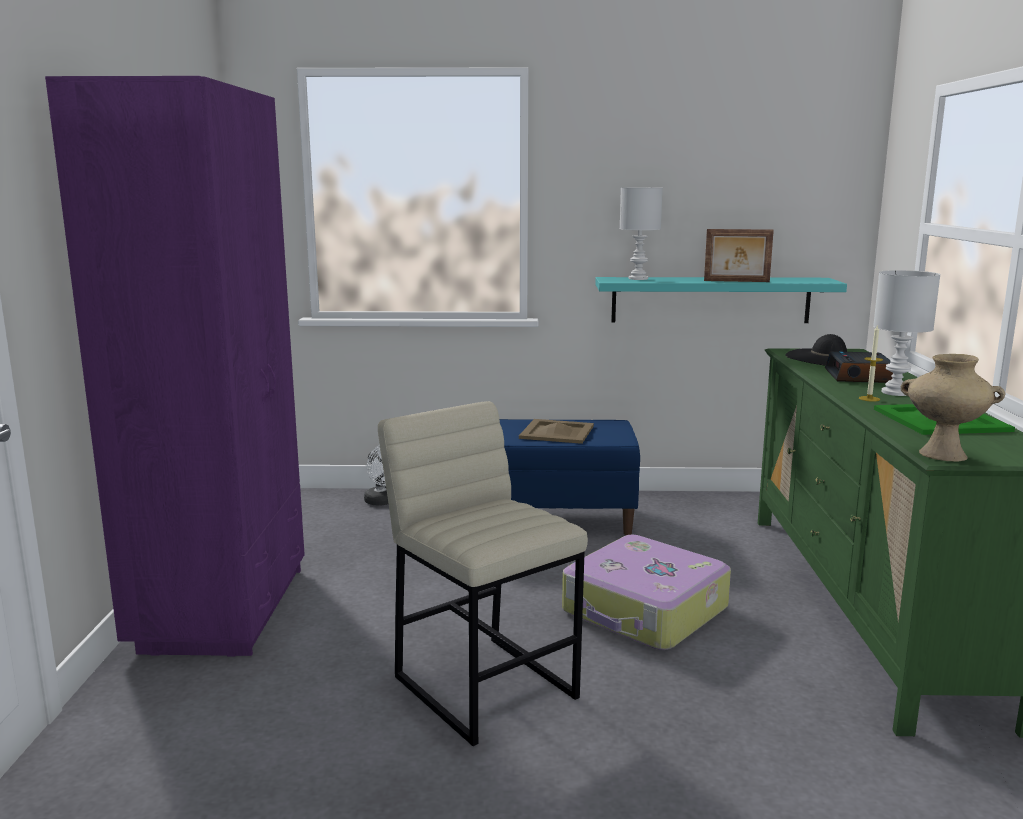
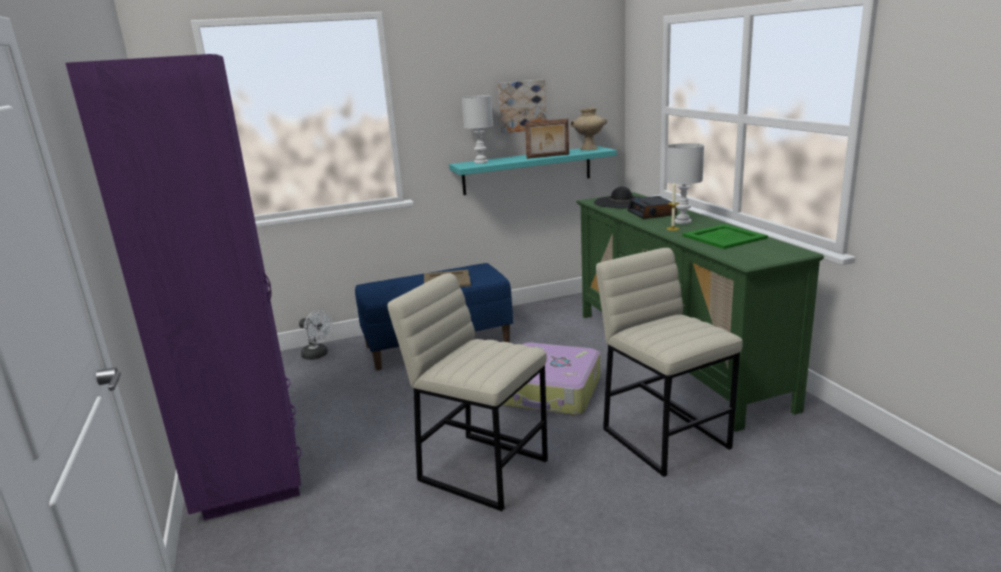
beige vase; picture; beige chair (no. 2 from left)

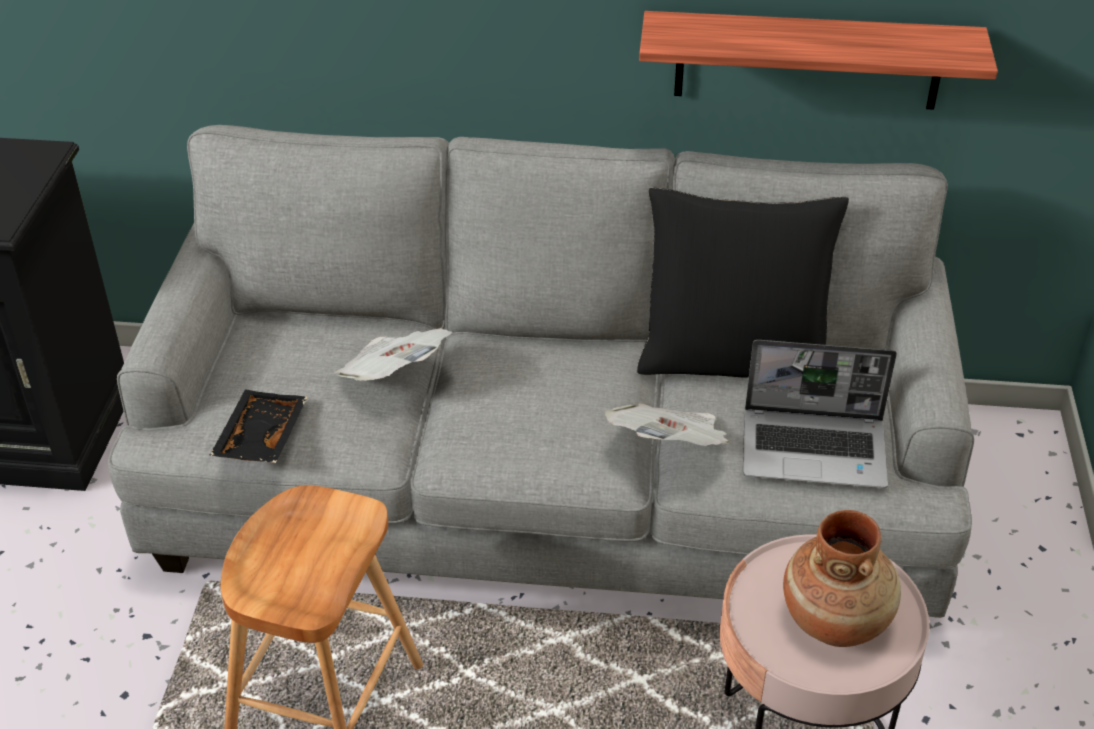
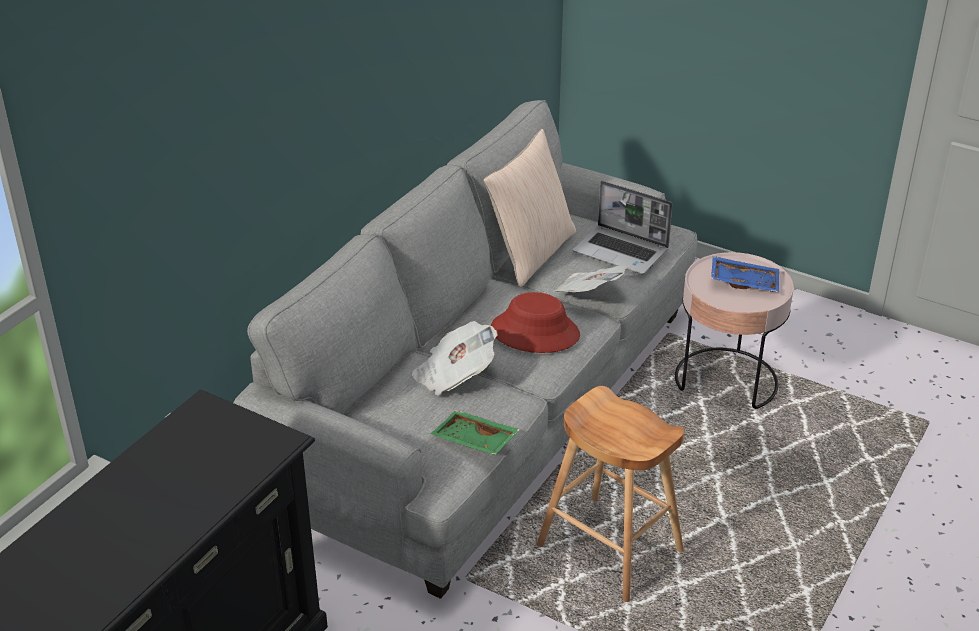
green tray; beige pillow; shelf; laptop; blue tray; red hat

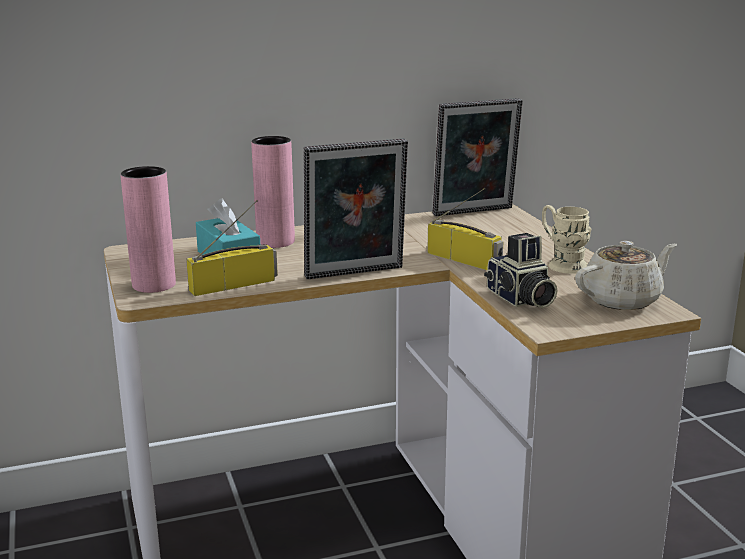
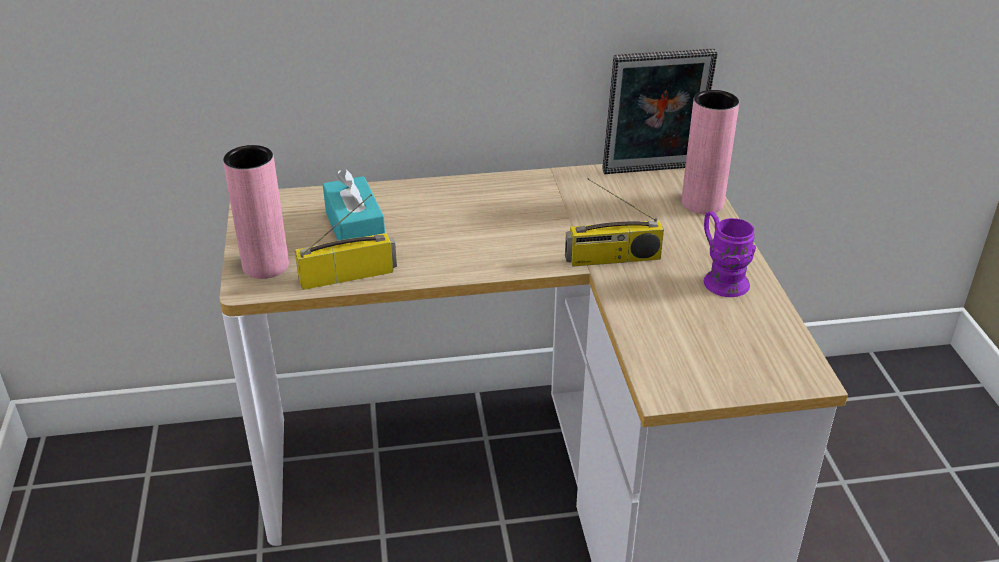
pink vase (no. 2 from left); picture frame (no. 1 from left in the first image); radio (no. 2 from left); photo camera; purple mug; beige teapot

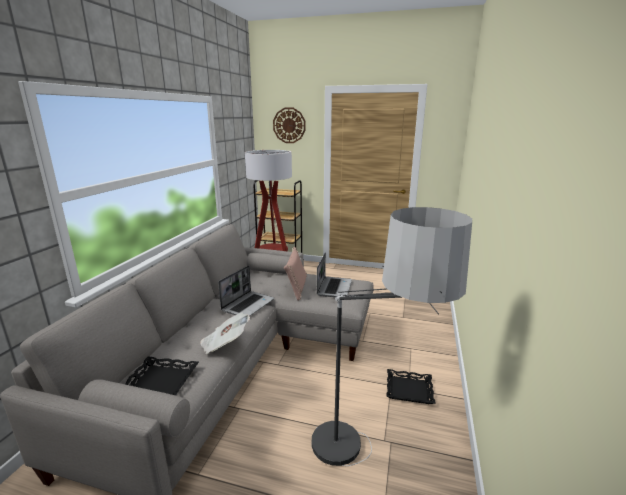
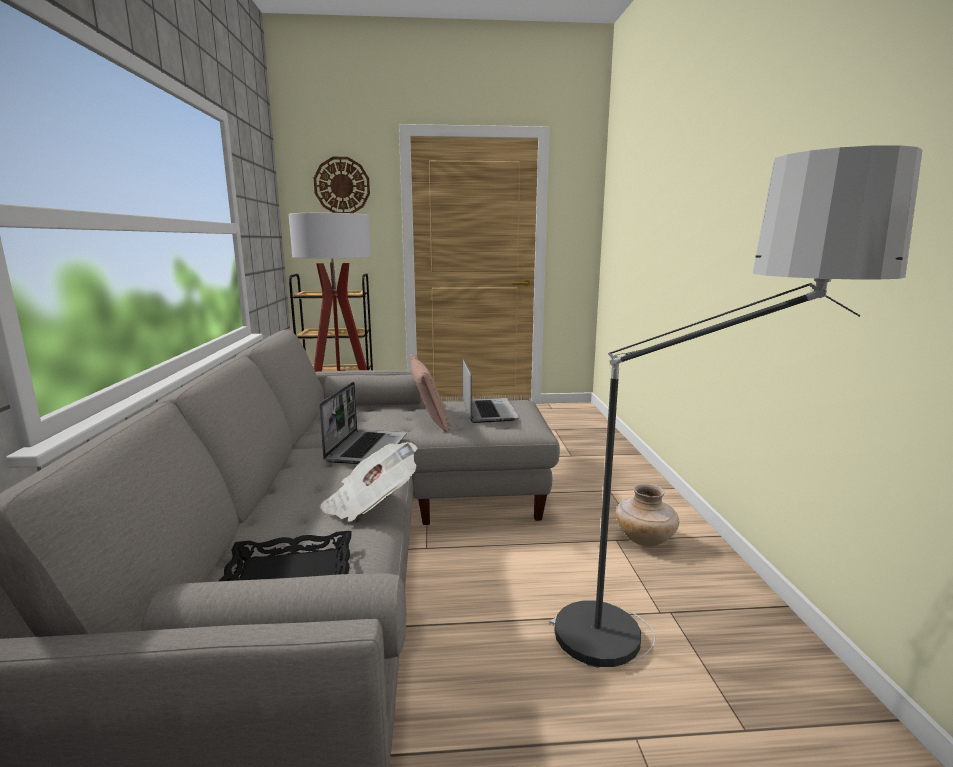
beige vase

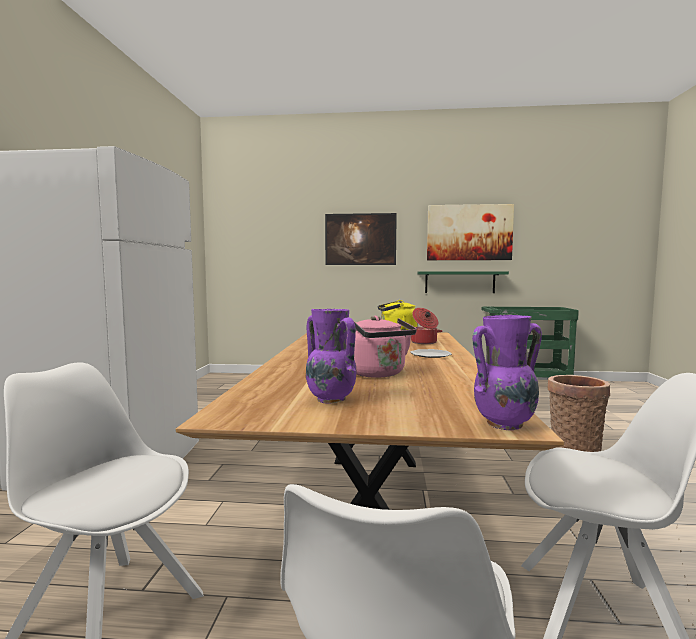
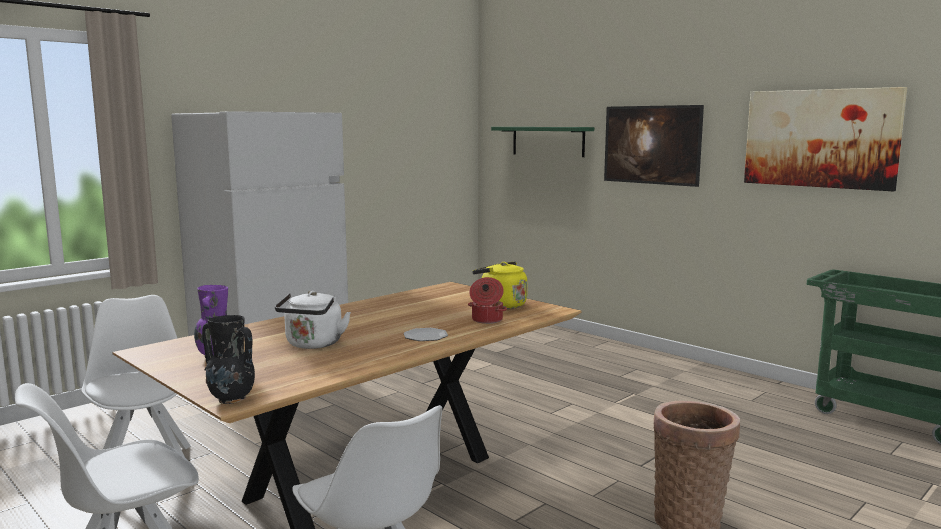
white kettle; green shelf; black vase

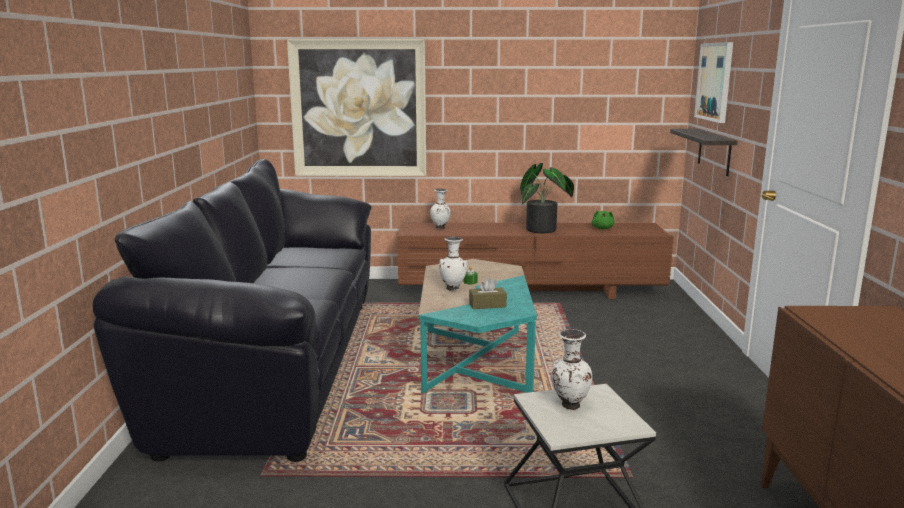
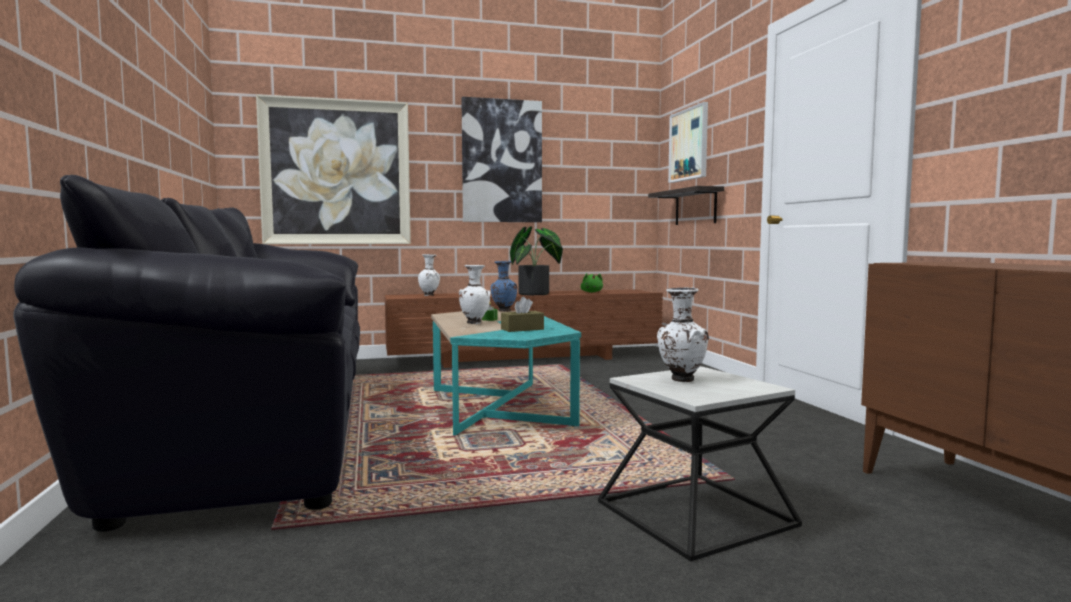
picture (no. 2 from left); blue vase

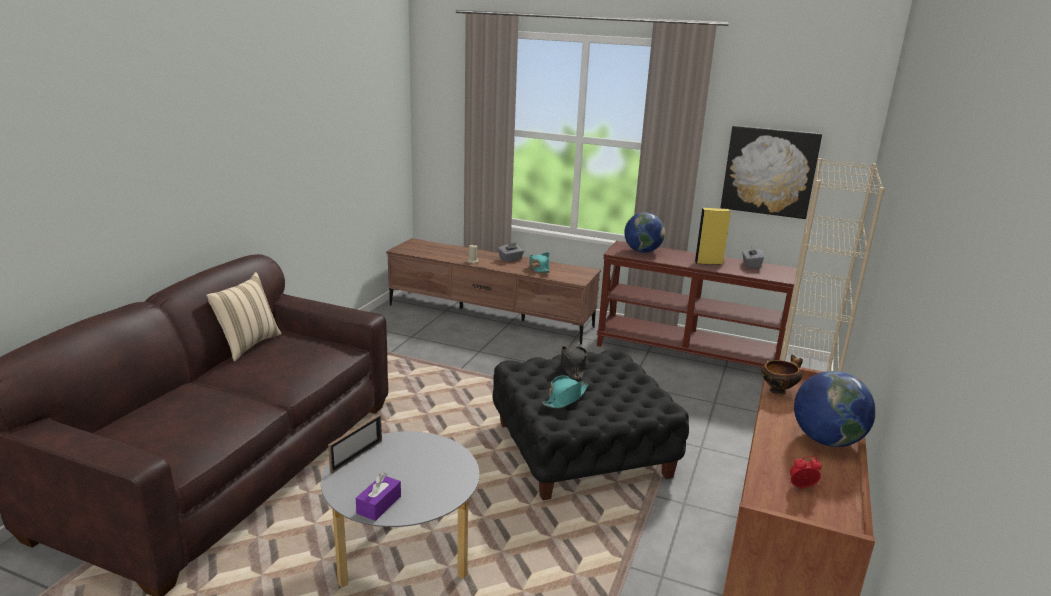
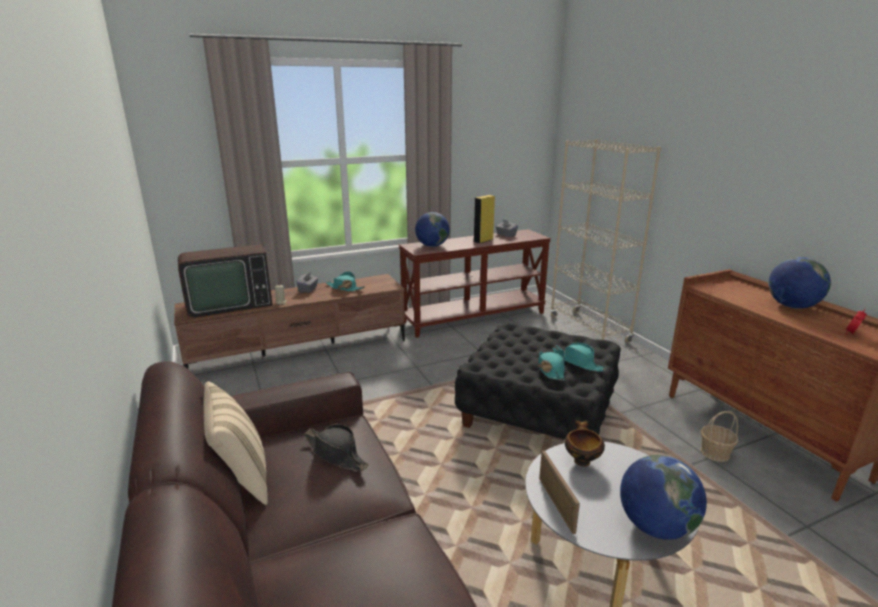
globe (no. 2 from left); black hat; picture; bowl; television; turquoise hat (no. 3 from left); basket

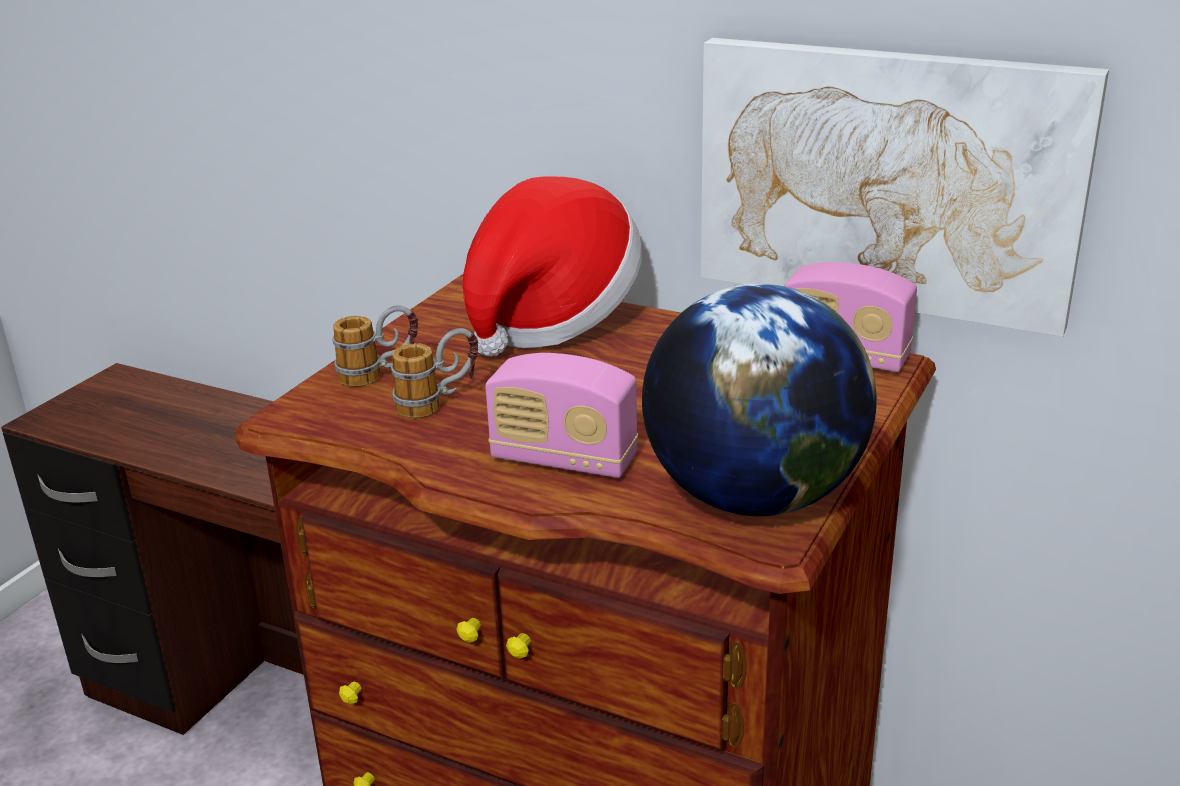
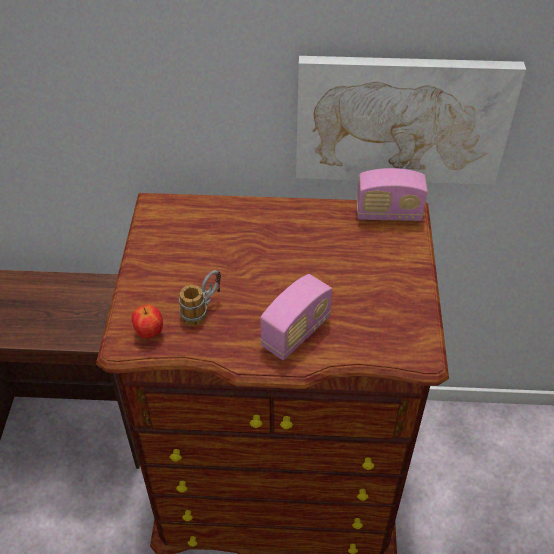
mug (no. 1 from left in the first image); hat; radio (no. 1 from left); globe; apple

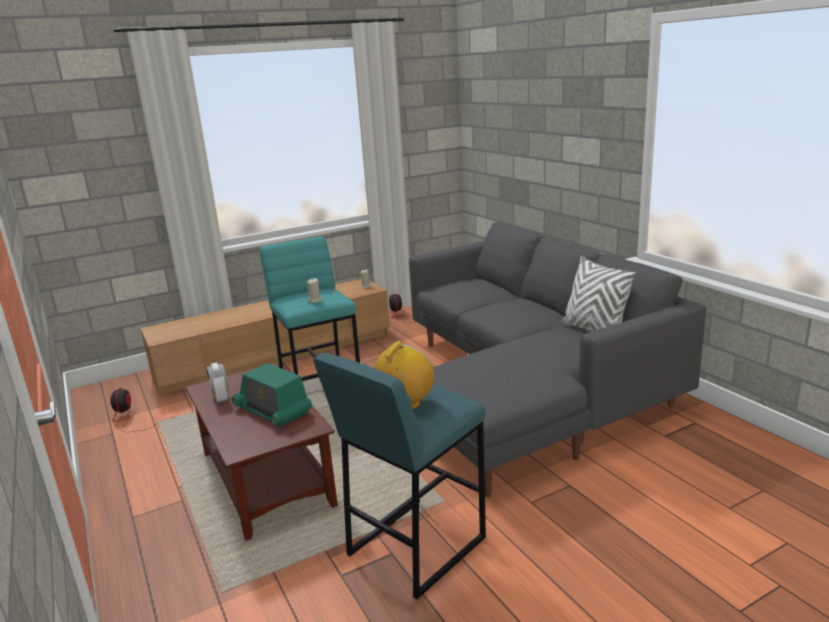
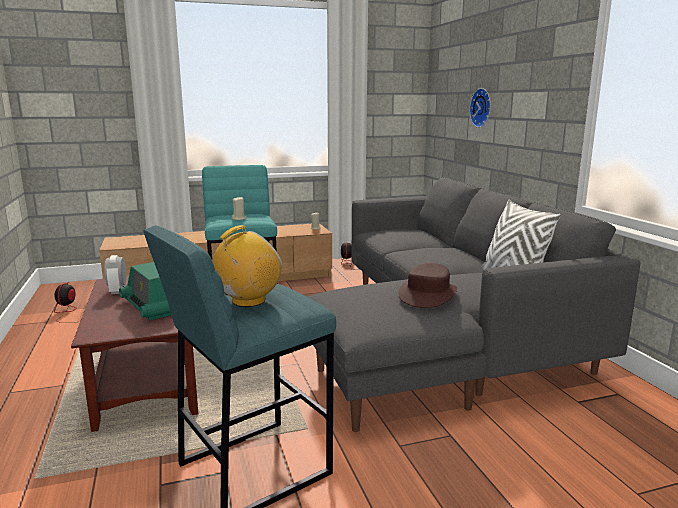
brown hat; wall clock

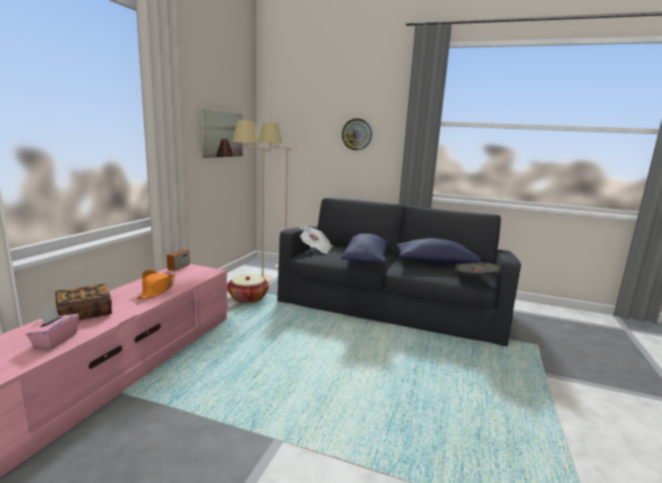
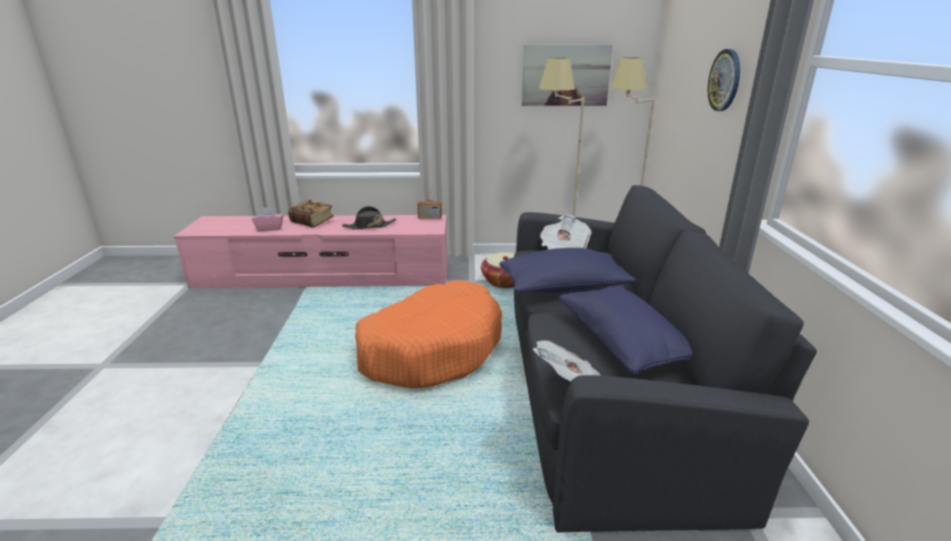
black hat; orange dog bed

